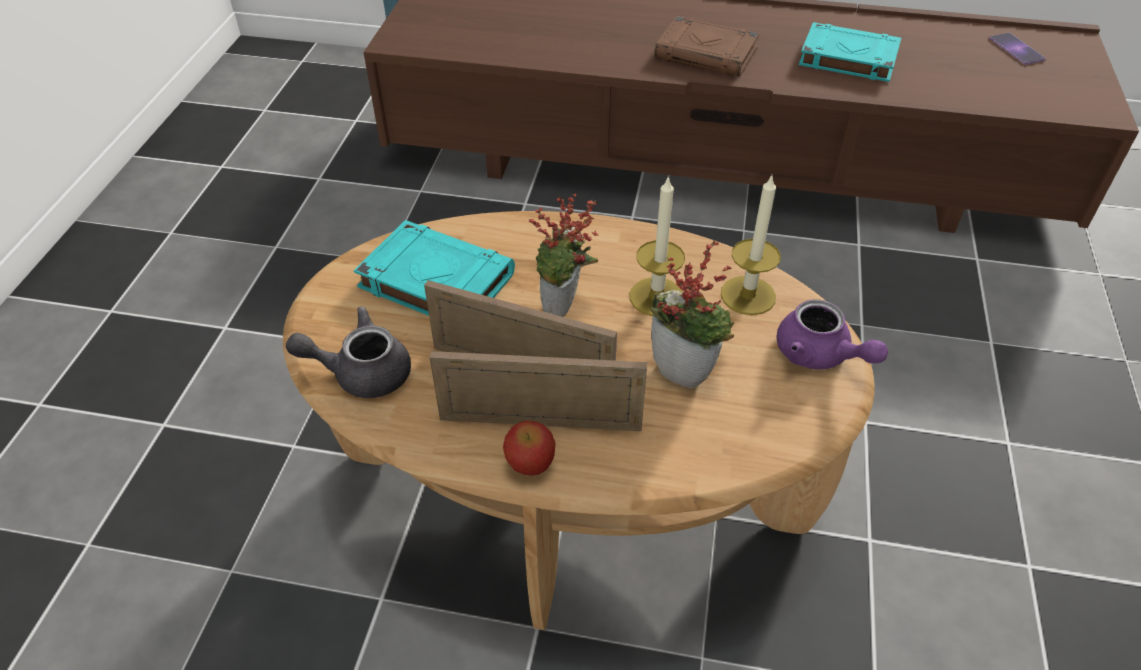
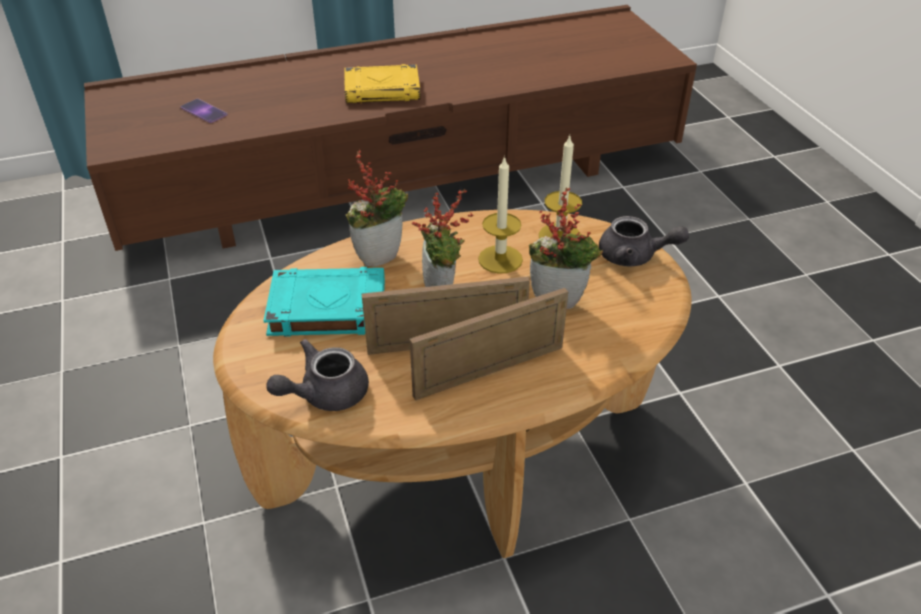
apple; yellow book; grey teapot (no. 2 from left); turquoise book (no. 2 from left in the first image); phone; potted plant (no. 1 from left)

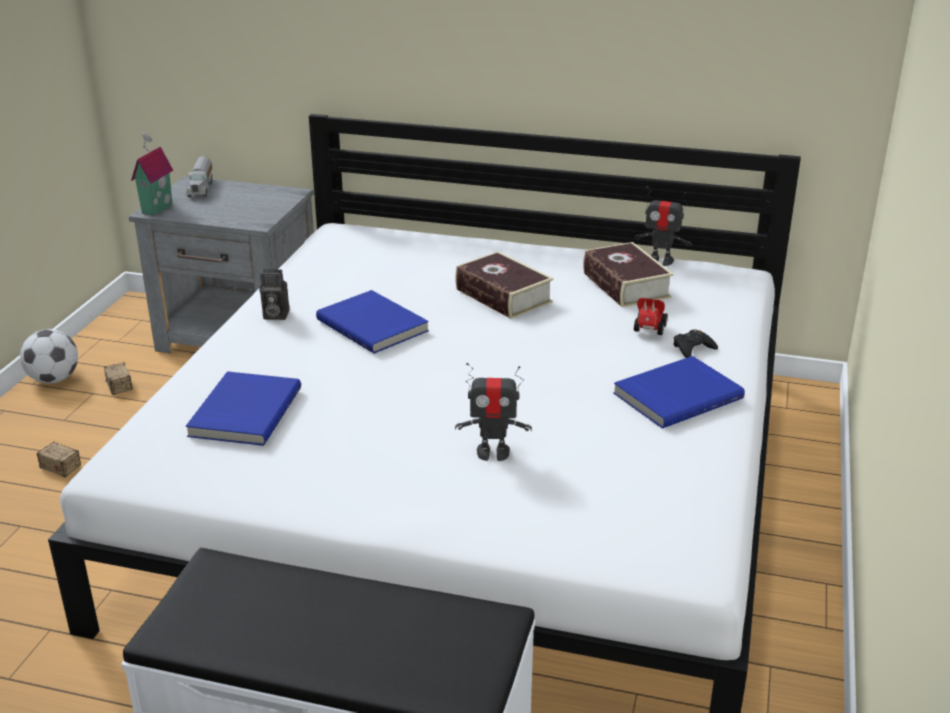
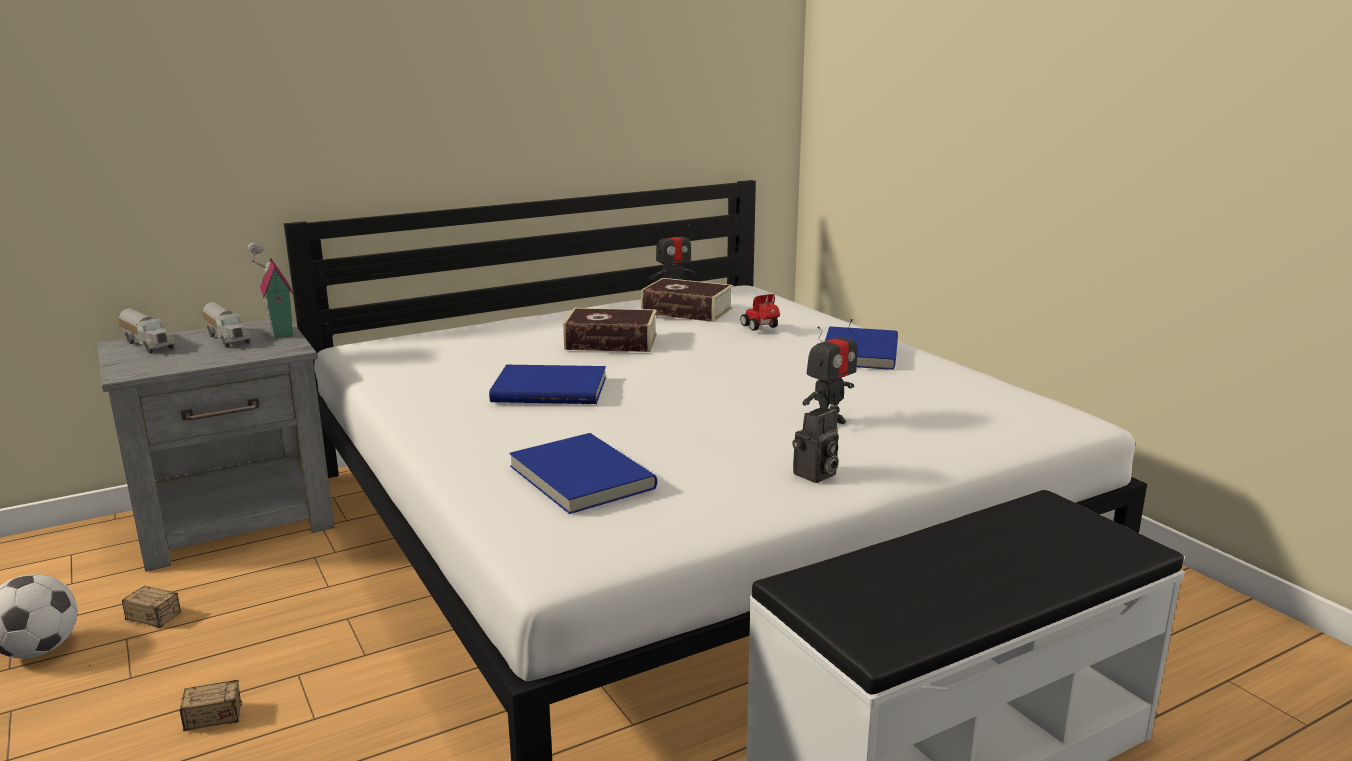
toy house; photo camera; black game controller; toy truck (no. 2 from left)

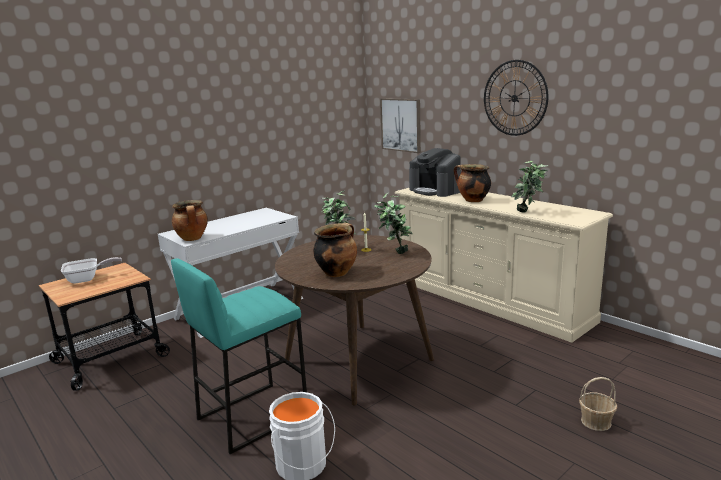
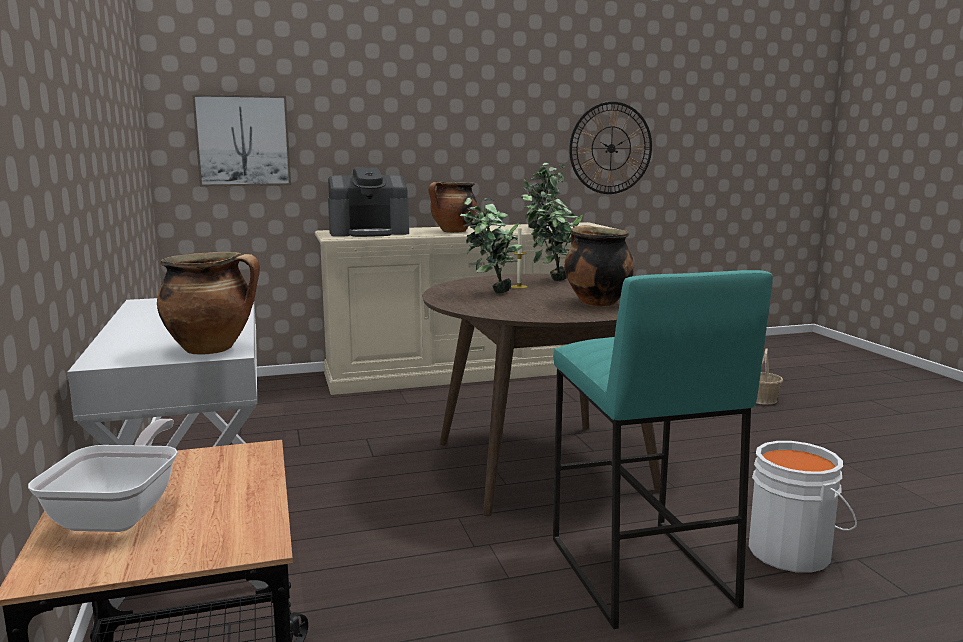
wall clock

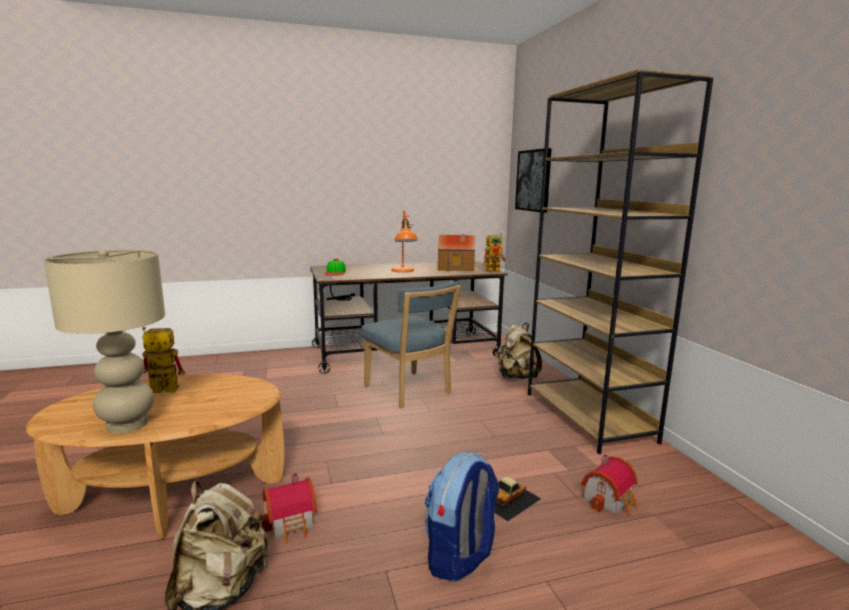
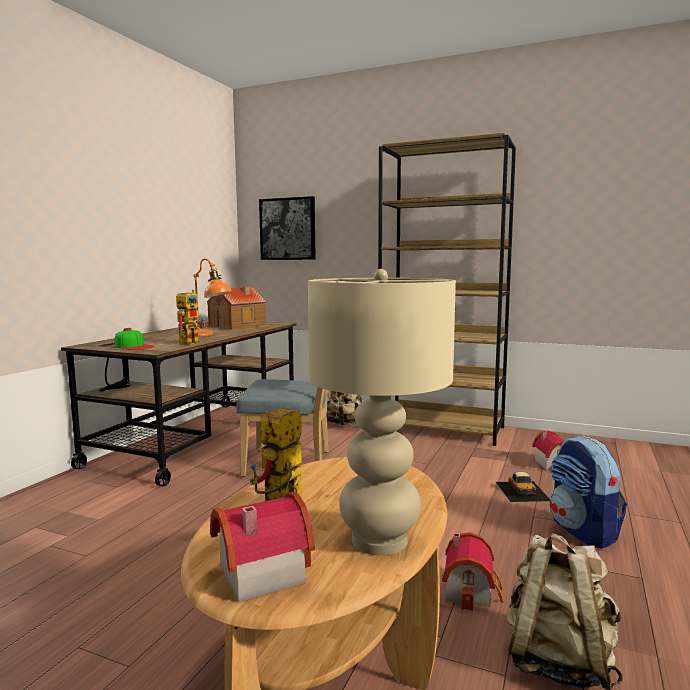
toy robot (no. 1 from left); toy house (no. 2 from left)

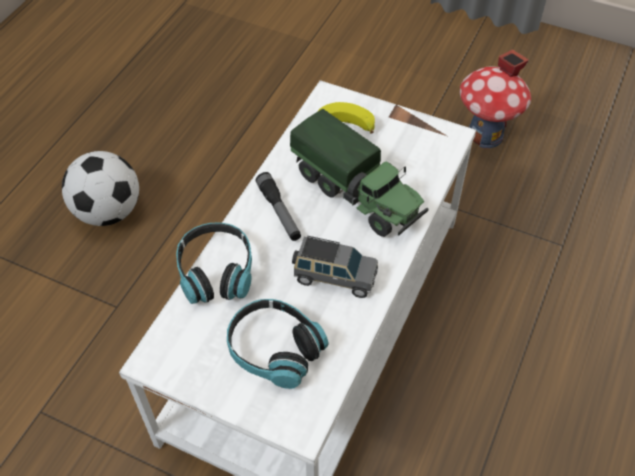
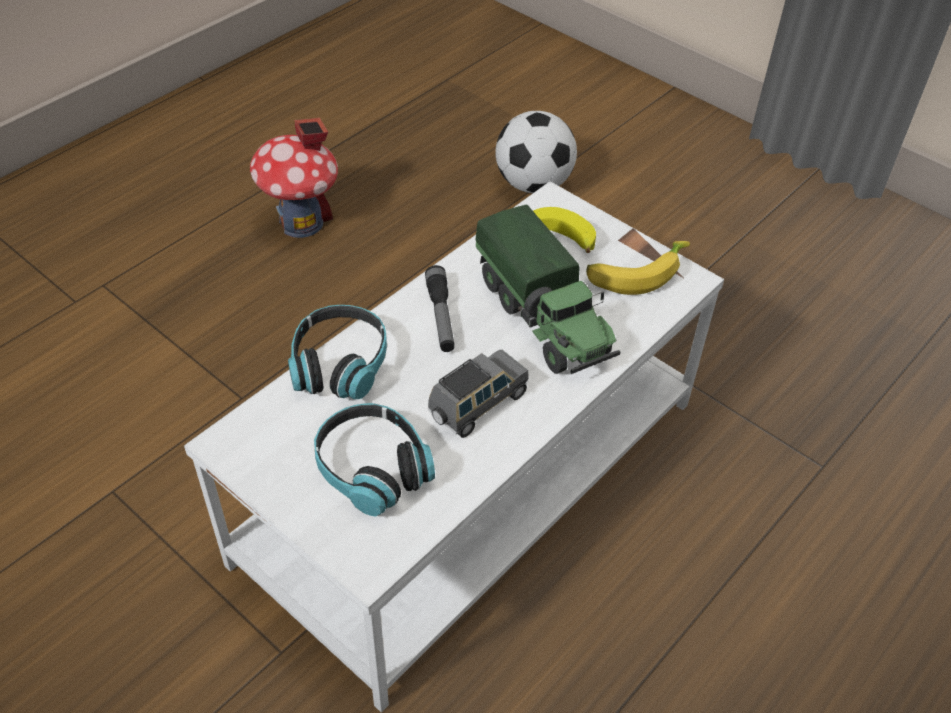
football; grey toy car; toy house; banana (no. 2 from left)

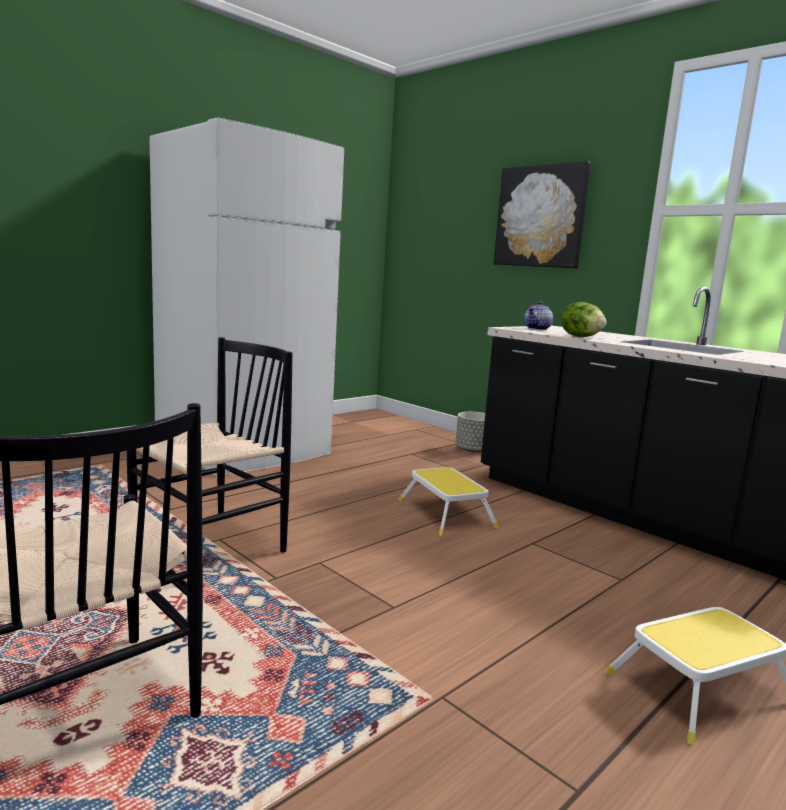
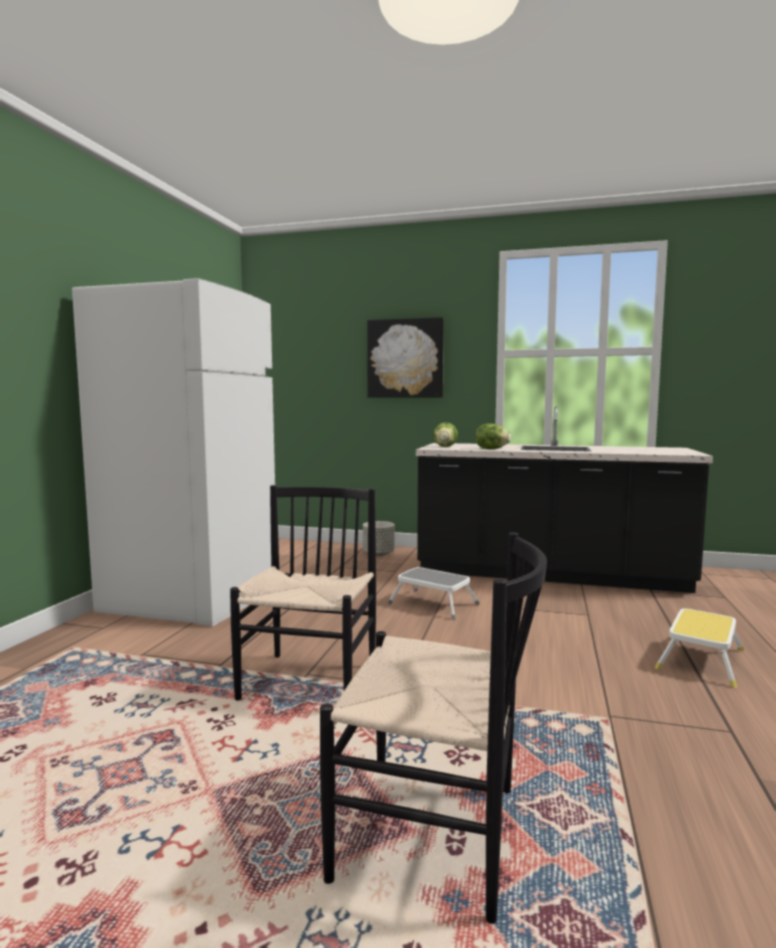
grey step ladder; lettuce (no. 1 from left)

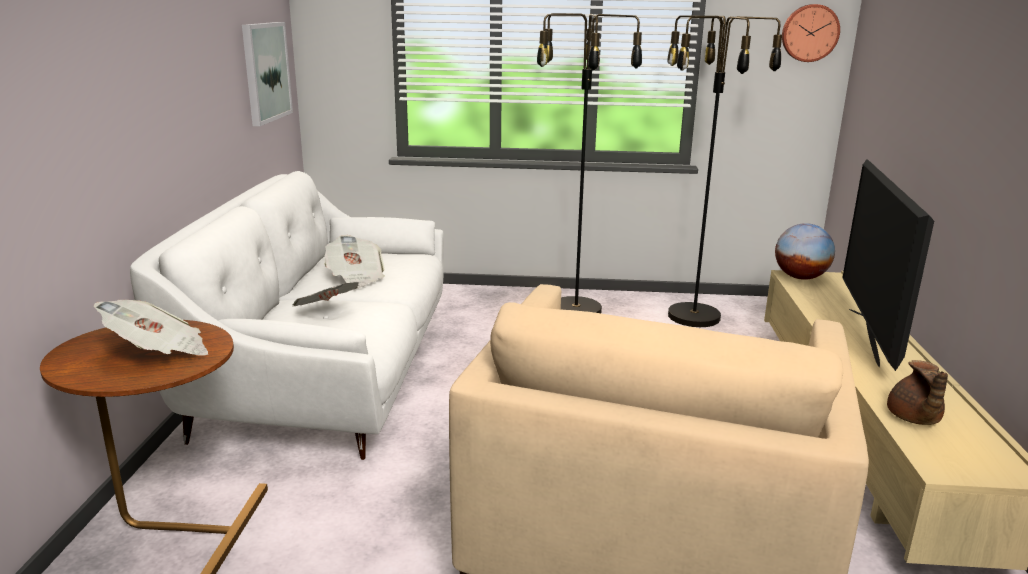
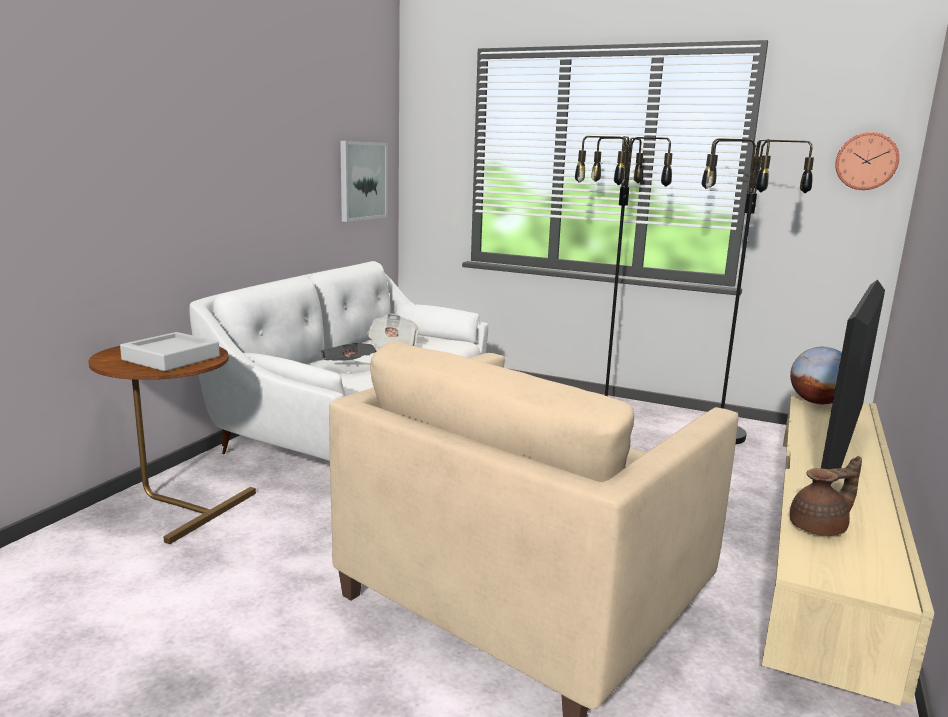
grey tray; brown teapot

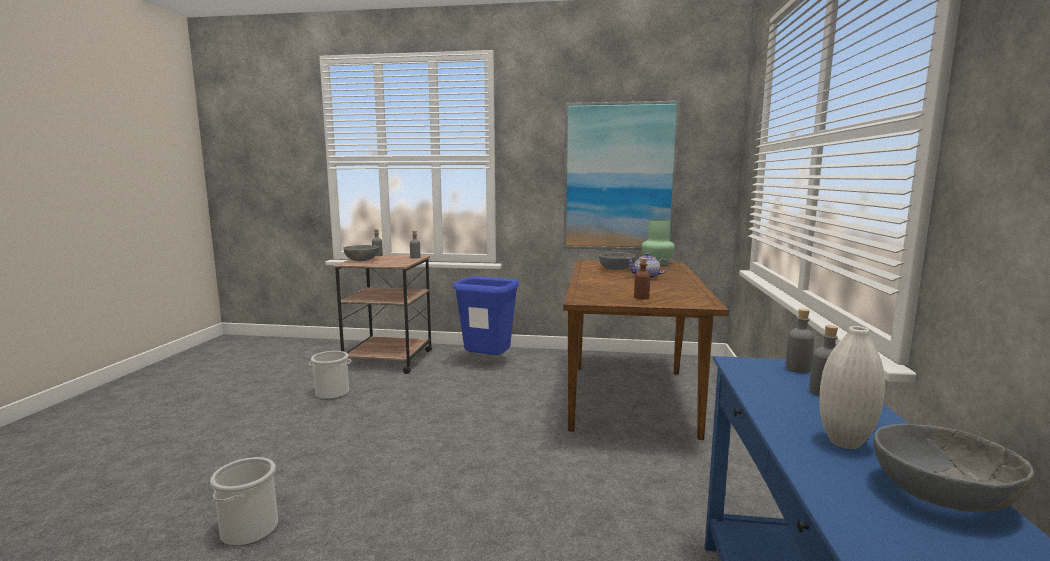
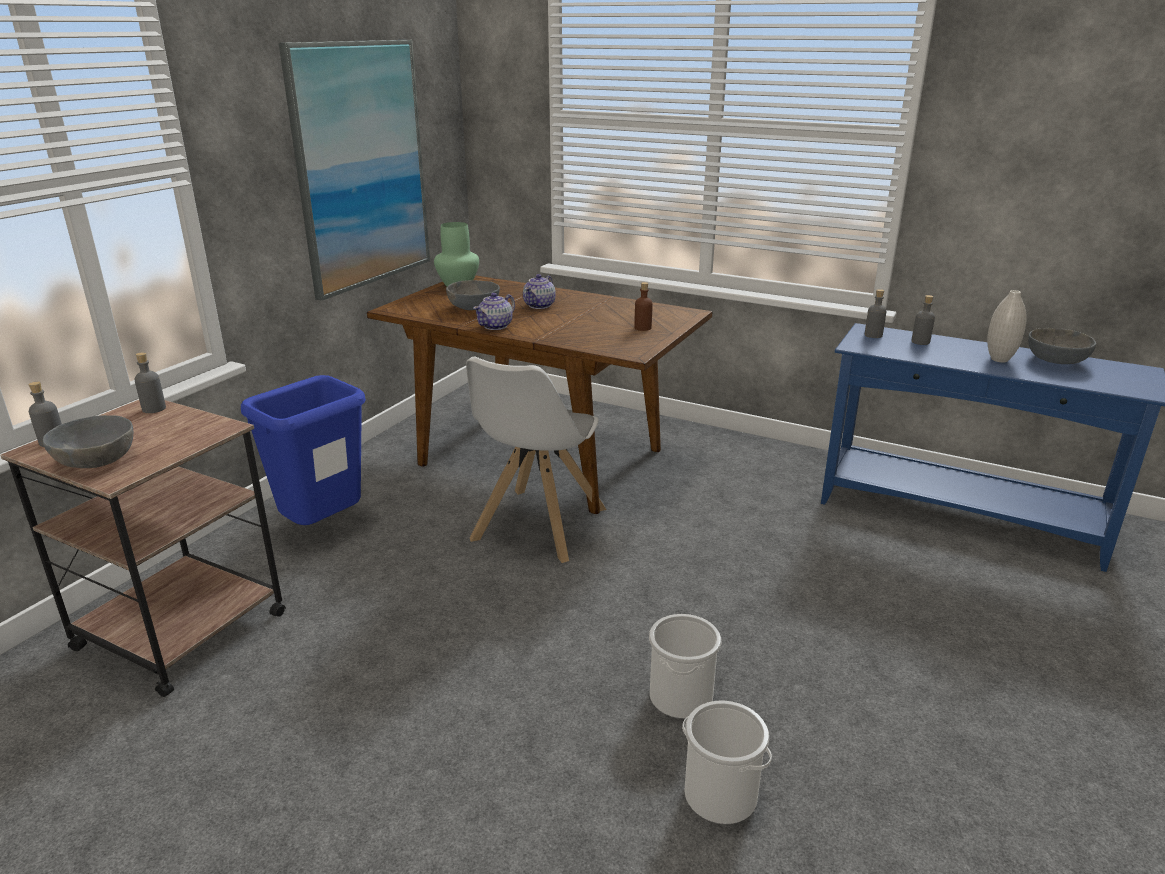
bucket (no. 1 from left); chair; teapot (no. 1 from left)

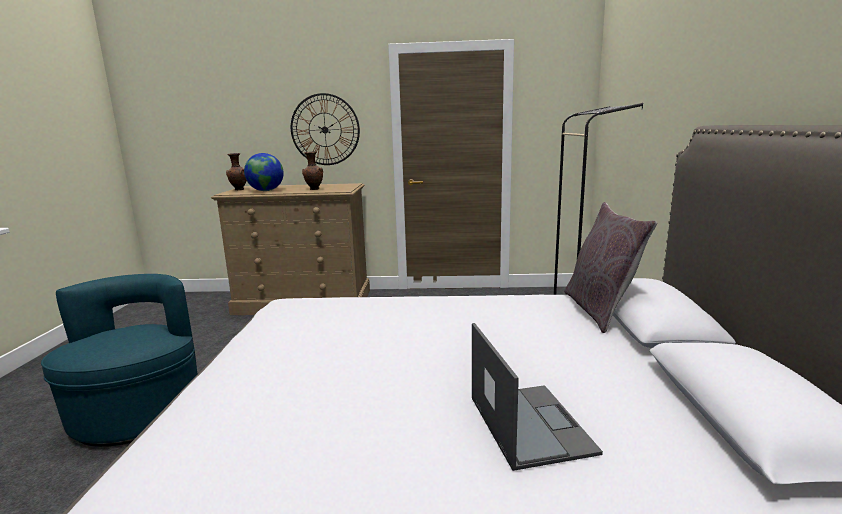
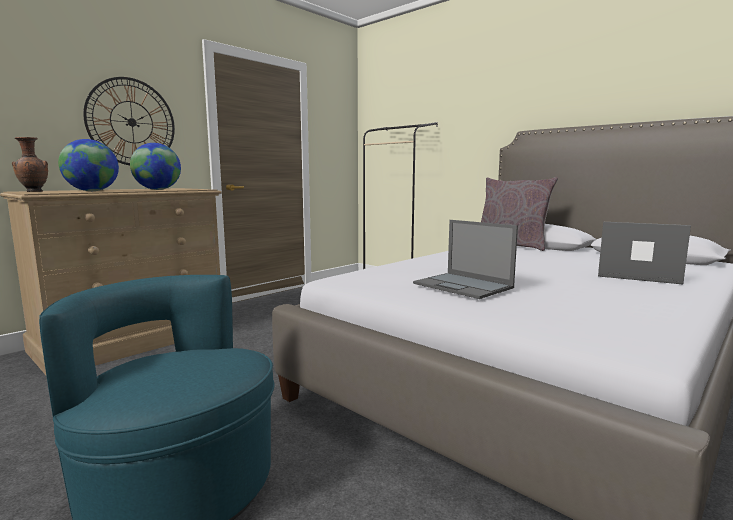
globe (no. 2 from left); laptop (no. 1 from left)

